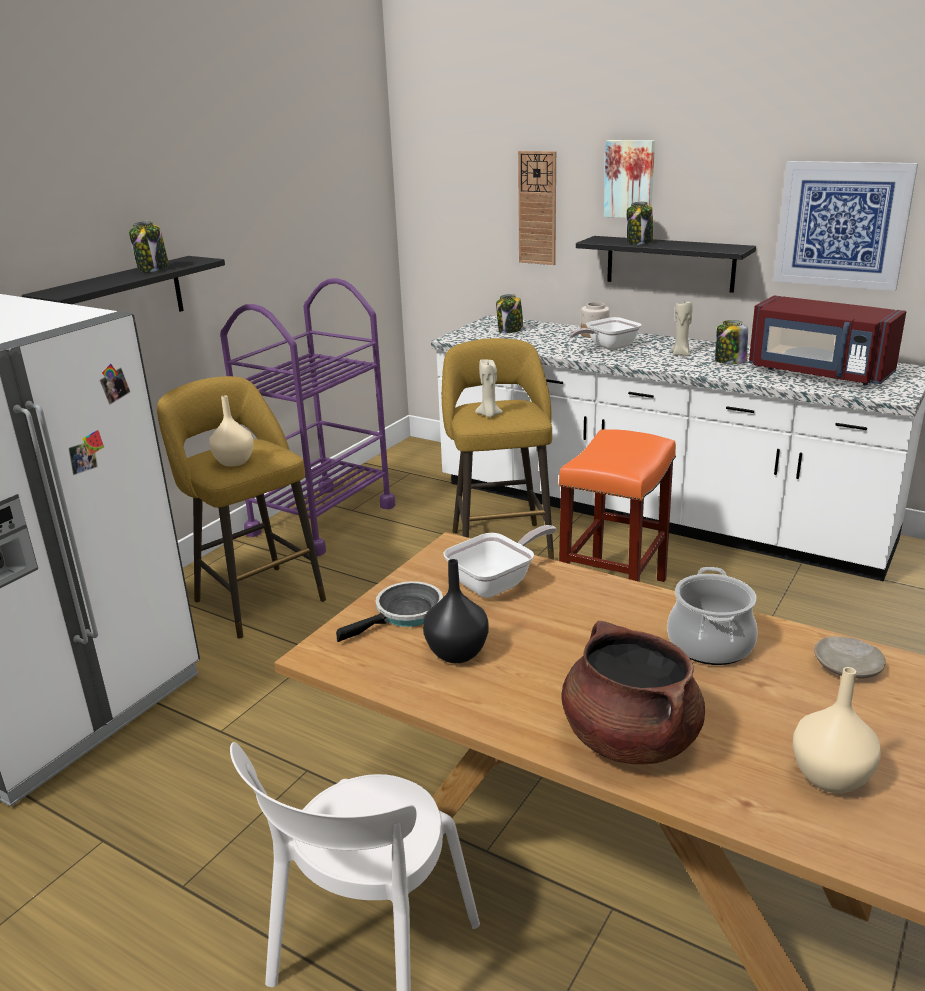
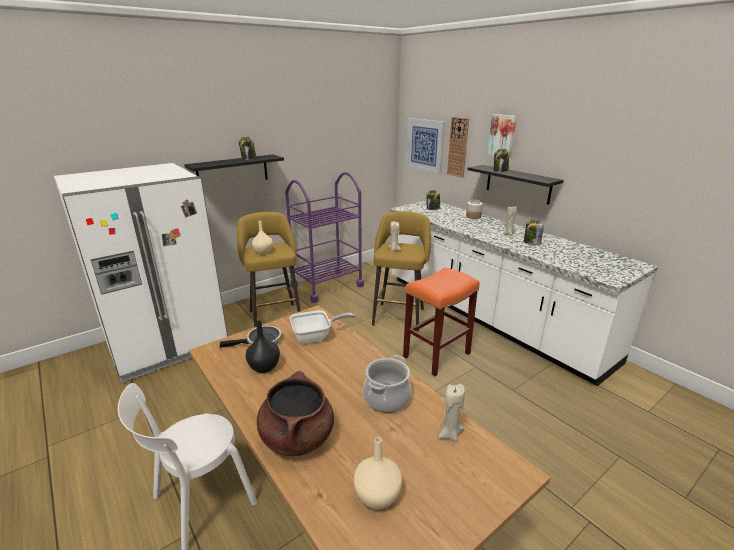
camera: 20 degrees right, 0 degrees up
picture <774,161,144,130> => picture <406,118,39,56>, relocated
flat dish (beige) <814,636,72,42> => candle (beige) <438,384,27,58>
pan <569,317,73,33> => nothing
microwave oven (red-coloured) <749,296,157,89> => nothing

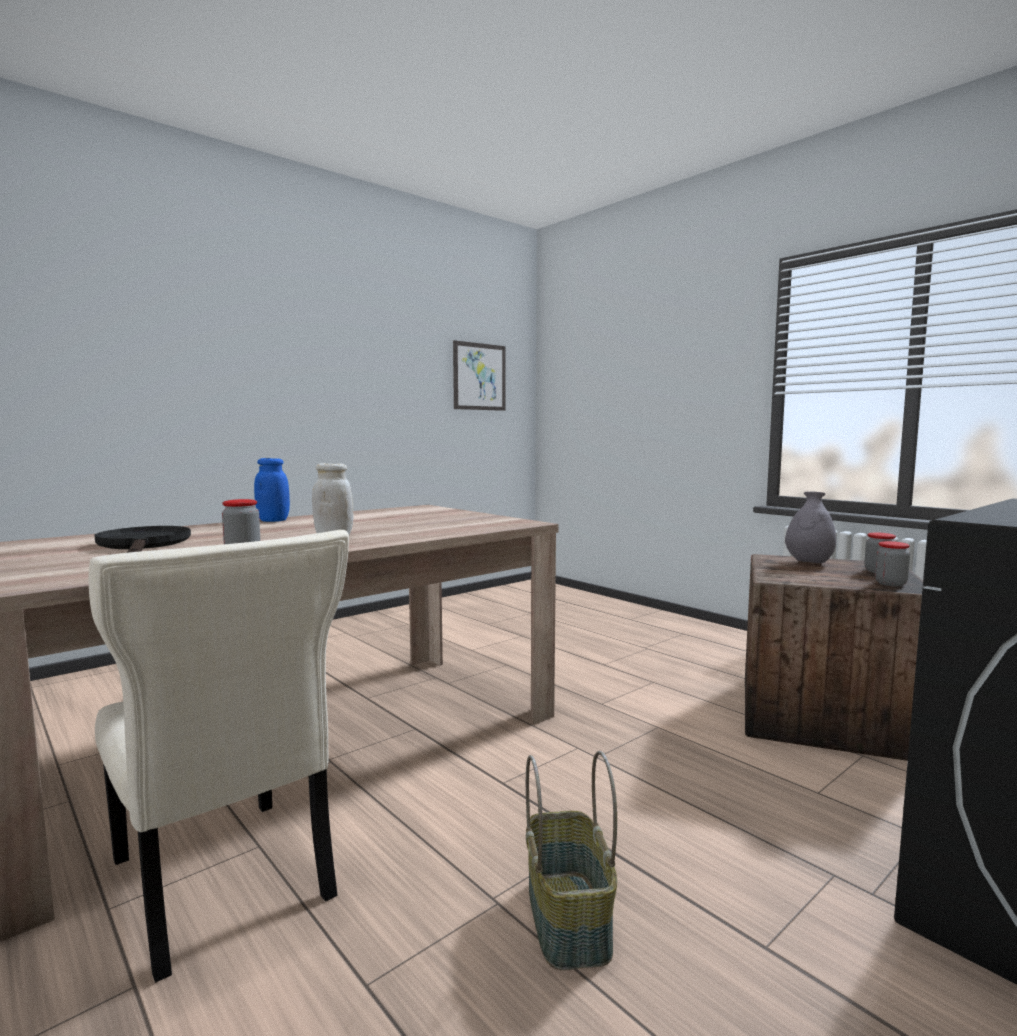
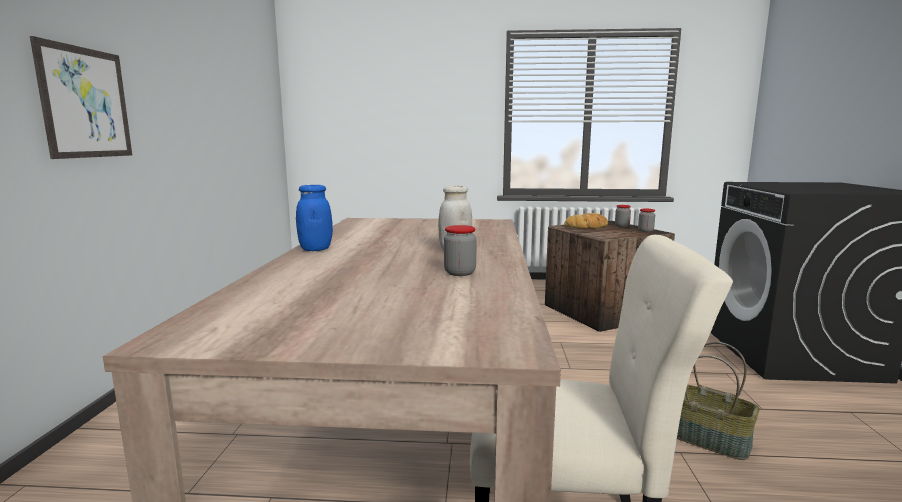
camera: 45 degrees left, 5 degrees up
picture <453,340,53,71> => picture <30,36,102,123>, relocated
vase (greyish) <785,492,51,71> => baked bread <564,213,44,16>
pan (blackish) <94,526,97,27> => nothing

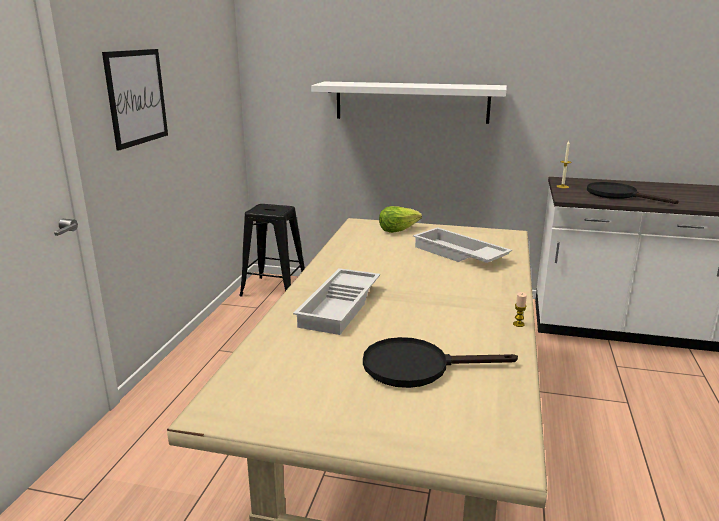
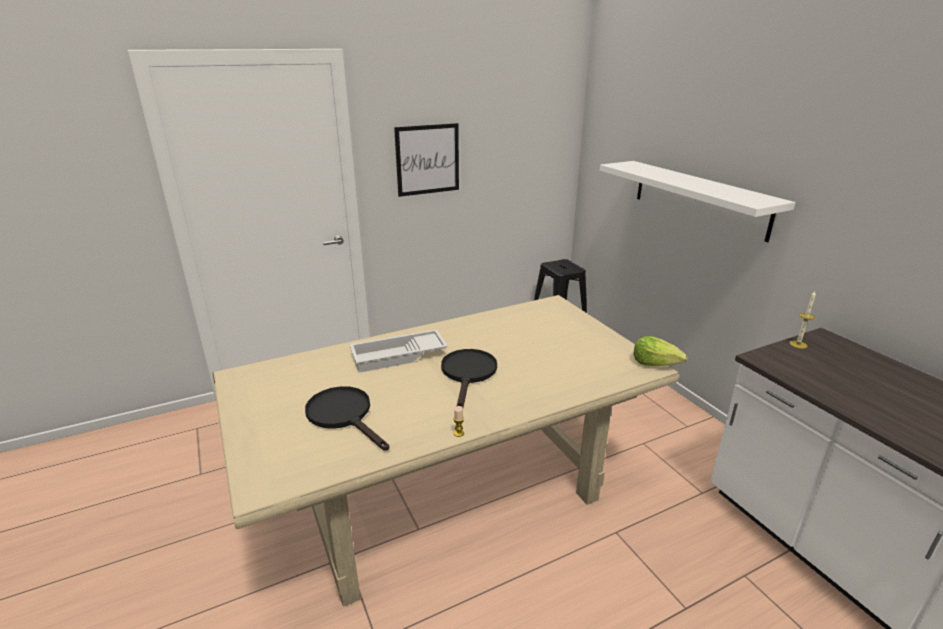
camera: 50 degrees right, 5 degrees up
pan (blackish) <587,182,92,22> => pan (blackish) <441,349,56,58>, relocated
head of lettuce <379,206,43,27> => head of lettuce <634,336,53,30>, relocated
tray (white-coloured) <413,227,99,36> => nothing

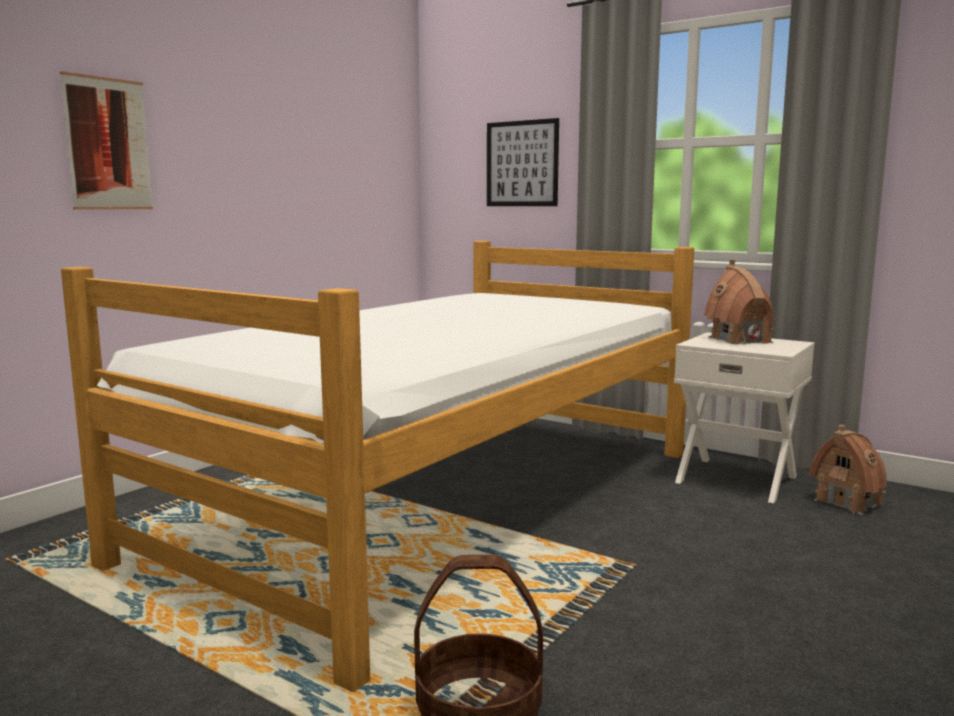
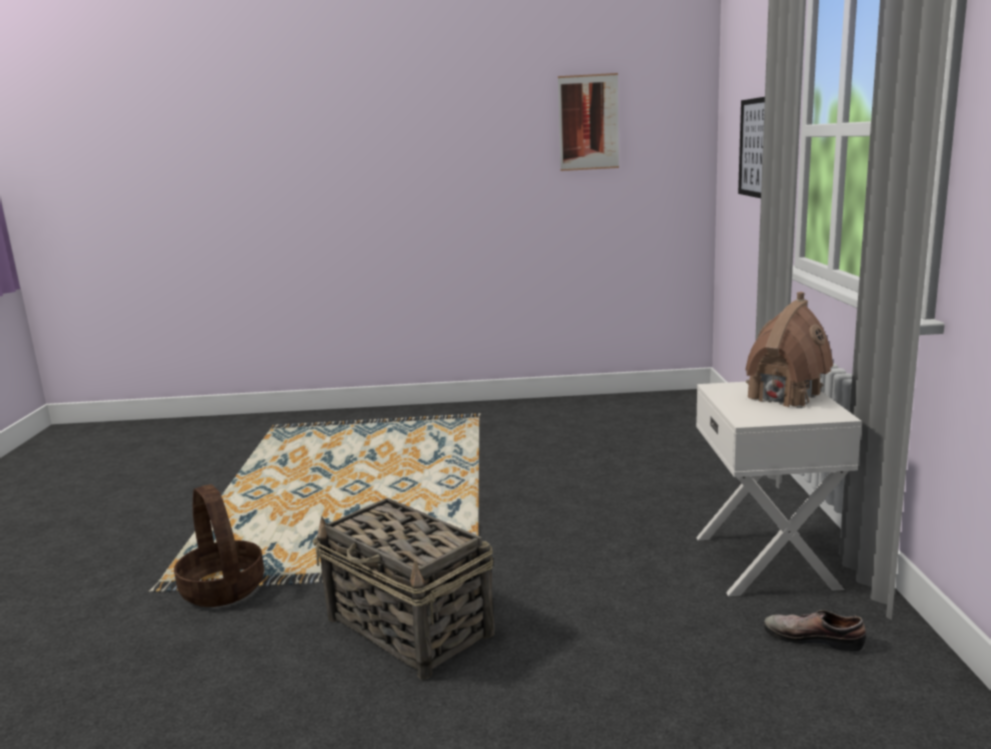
camera: 55 degrees right, 5 degrees up
nothing => storage basket <313,498,182,182>
picture <60,71,93,139> => picture <558,73,61,98>, relocated
toy house <809,425,78,90> => shoe <764,610,102,42>
bedroom bed <61,241,633,451> => nothing

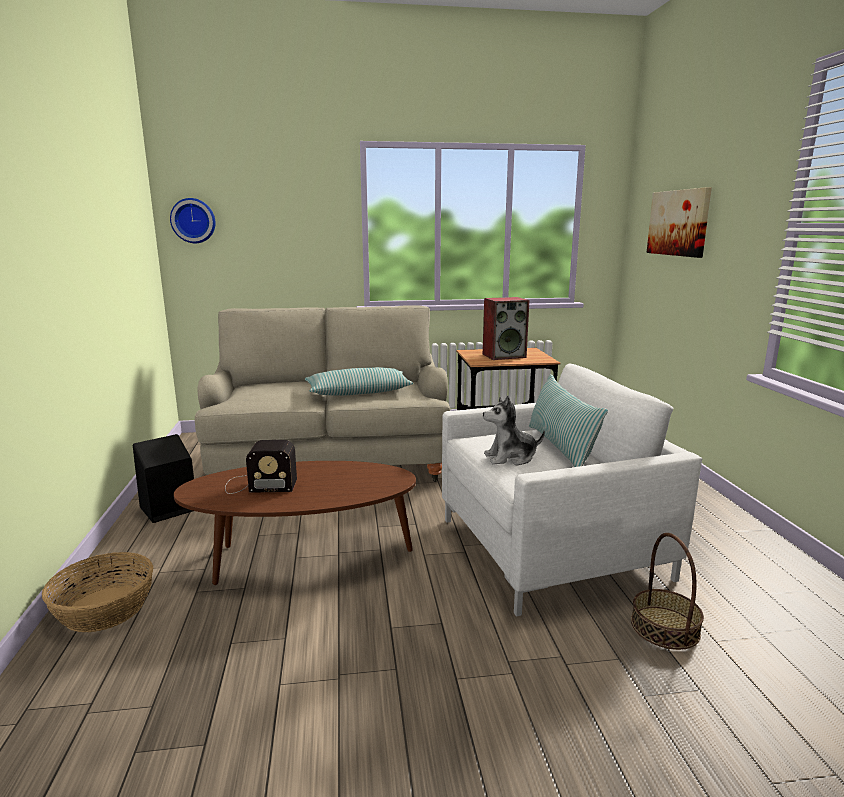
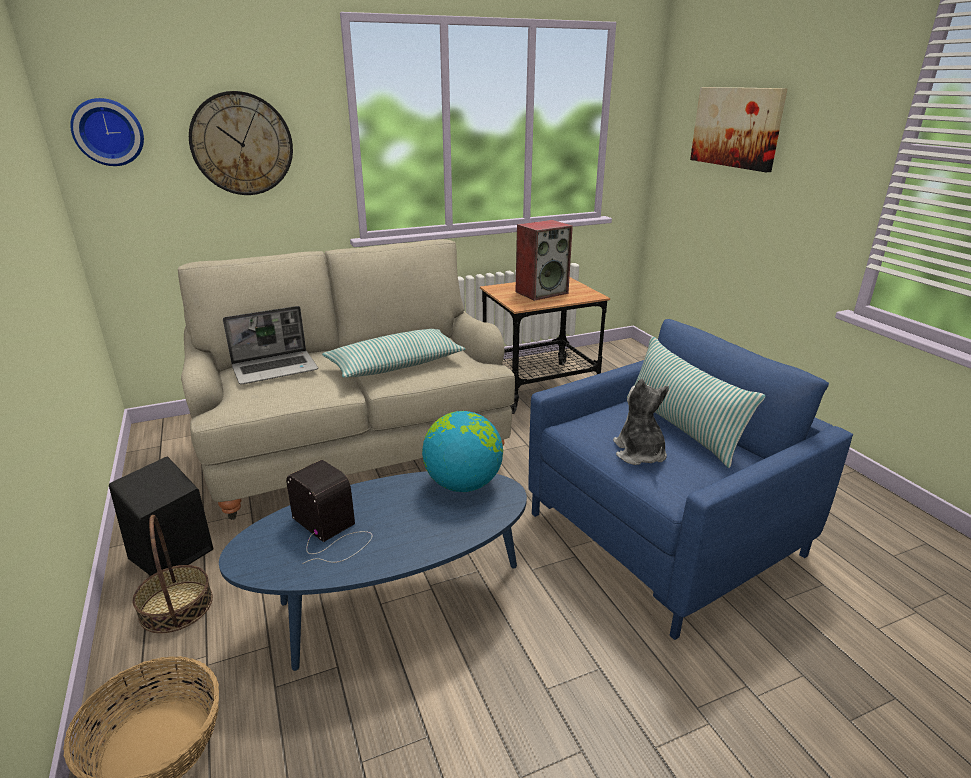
camera: 15 degrees left, 10 degrees up
storage basket <631,533,73,117> => storage basket <133,515,80,118>, relocated
nothing => clock on the wall <189,91,104,104>
low table (brown-coloured) <174,461,242,124> => low table (bluish) <219,471,308,200>
nothing => portable computer <223,306,95,78>
radio receiver <225,440,72,54> => radio receiver <286,460,87,104>, 120 degrees counterclockwise
nothing => world globe <422,411,81,81>
armchair (white-coloured) <442,364,261,253> => armchair (bluish) <529,319,324,321>
cuddly toy <483,395,62,71> => cuddly toy <613,378,56,87>, 105 degrees clockwise

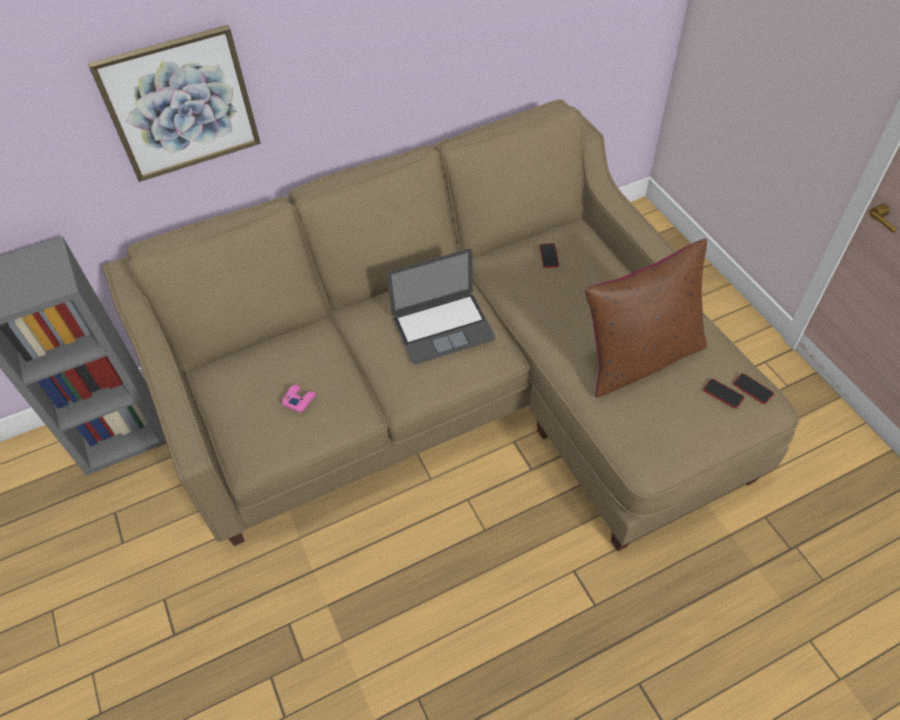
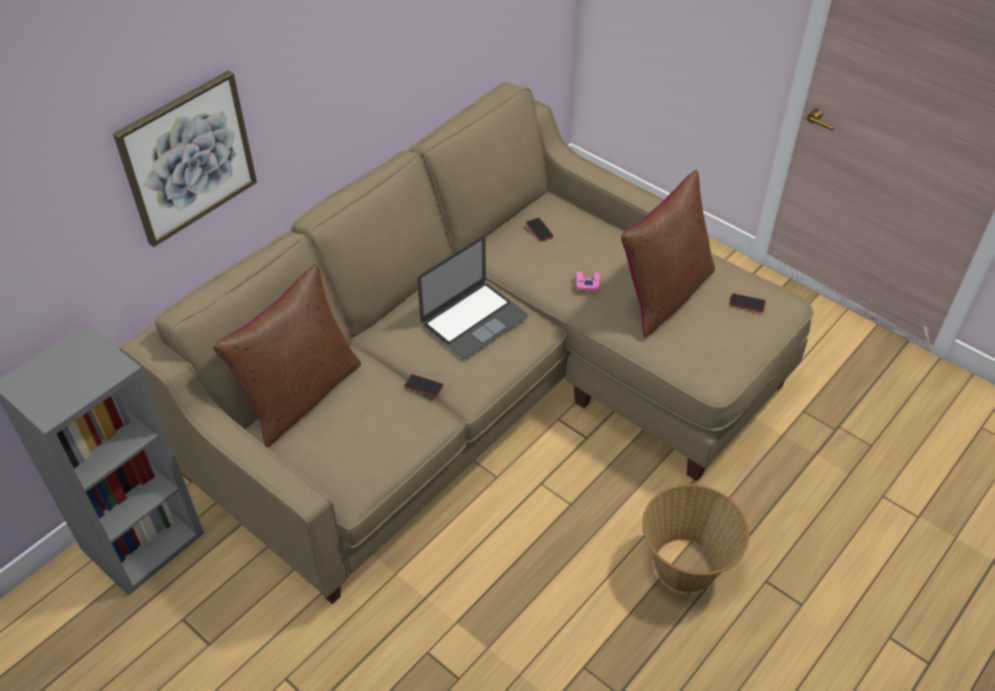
camera: 25 degrees left, 5 degrees down
nothing => cushion (brown-coloured) <213,264,148,184>
telephone <733,373,41,31> => telephone <404,374,39,23>, relocated
gamepad (pinkish) <282,385,34,28> => gamepad (pinkish) <576,272,25,19>, relocated
nothing => storage basket <642,484,107,109>

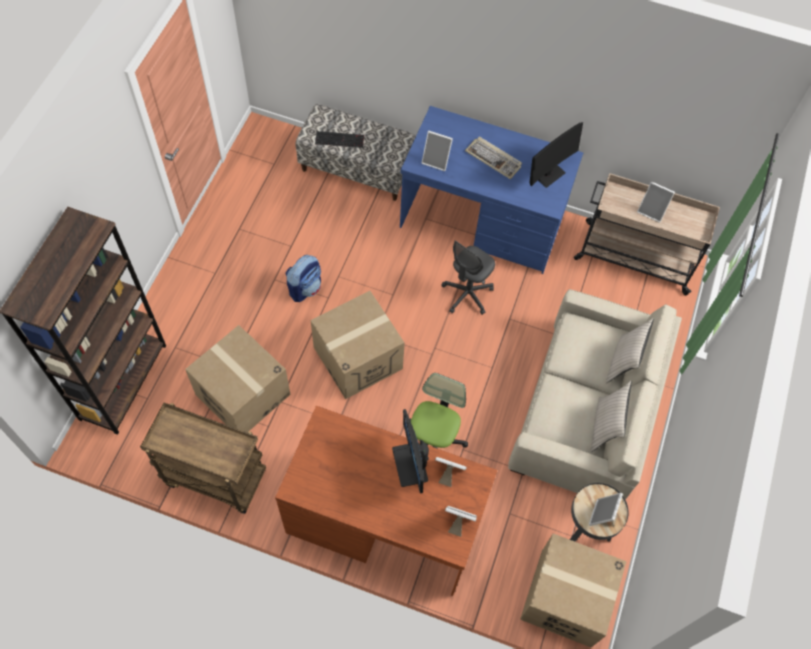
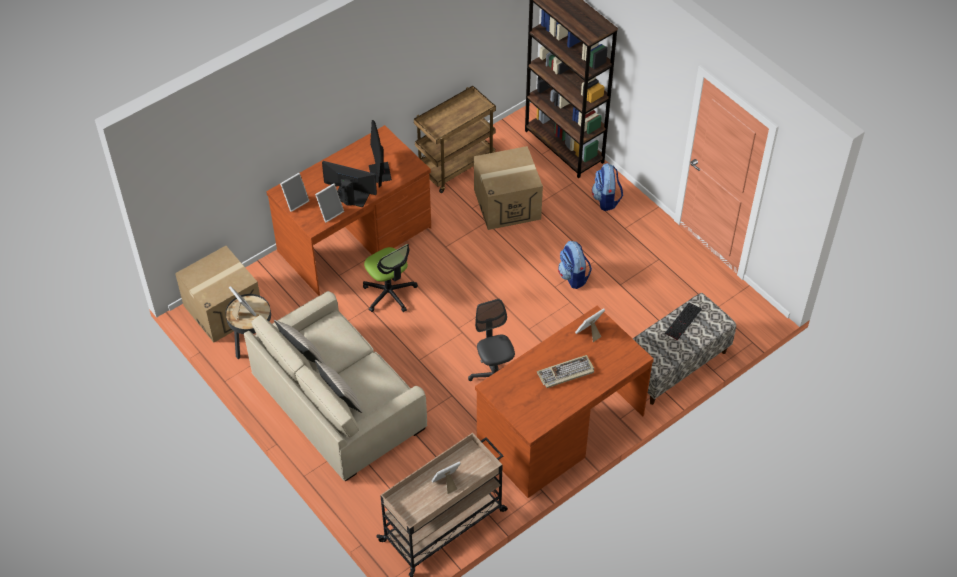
camera: 125 degrees right, 10 degrees down
computer screen <530,122,53,66> => computer screen <369,120,23,67>, relocated
desk table (bluish) <400,106,183,168> => desk table (brown-coloured) <475,306,179,192>
nothing => knapsack <592,163,31,48>
carton <311,291,94,108> => nothing

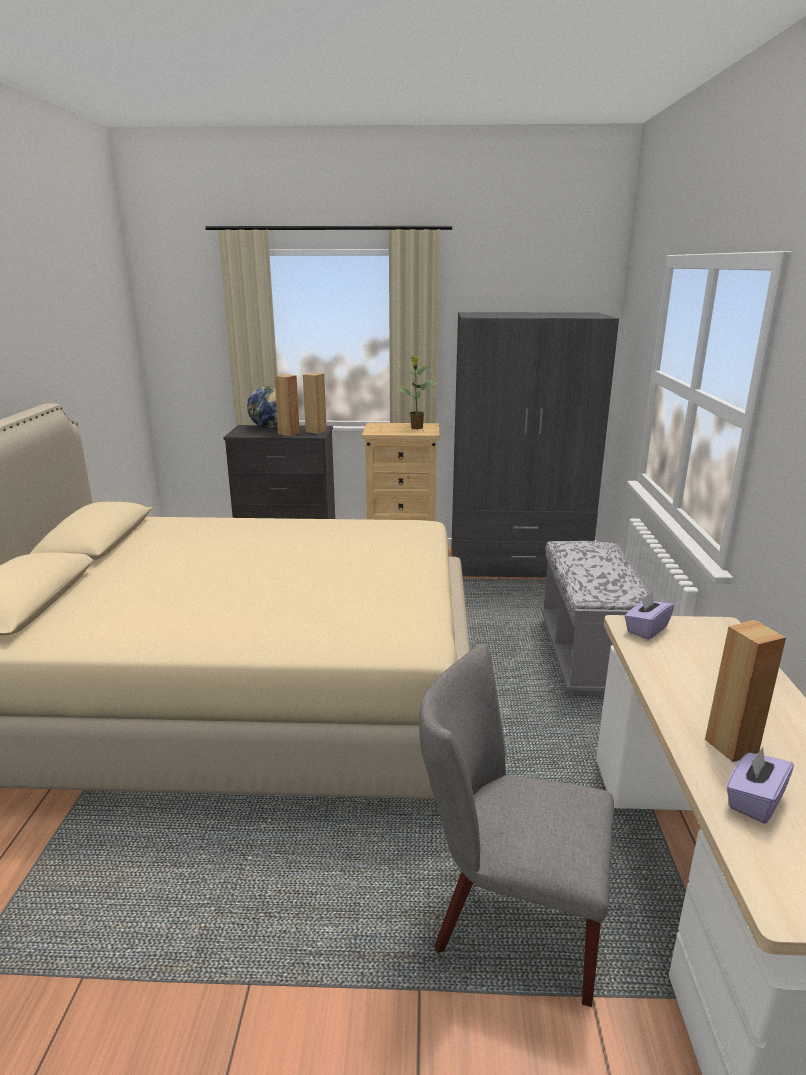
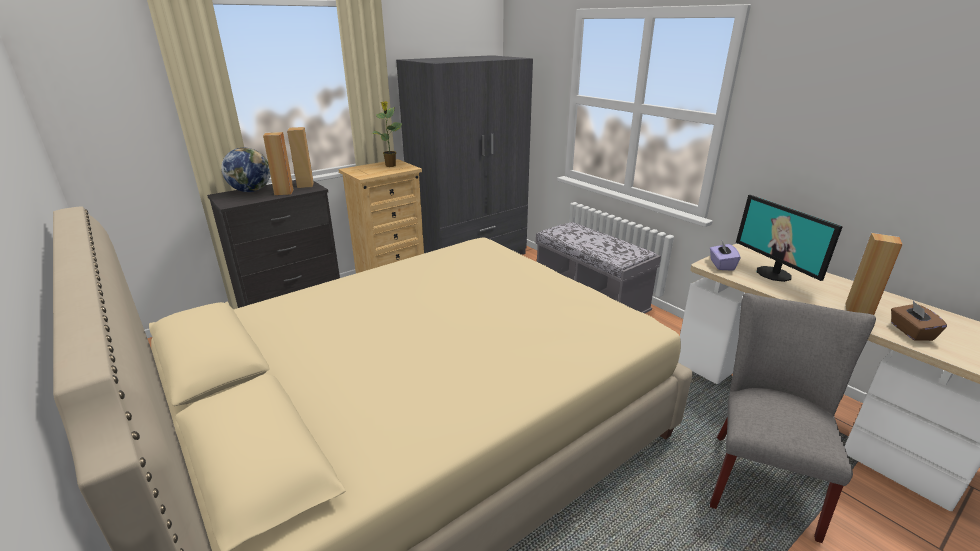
camera: 40 degrees left, 5 degrees up
upright chair (greyish) <419,643,195,364> => upright chair (greyish) <710,293,166,250>, 135 degrees clockwise
nothing => computer screen <736,195,107,87>
tissue box (purple) <726,747,68,77> => tissue box (brown-coloured) <891,301,56,40>

